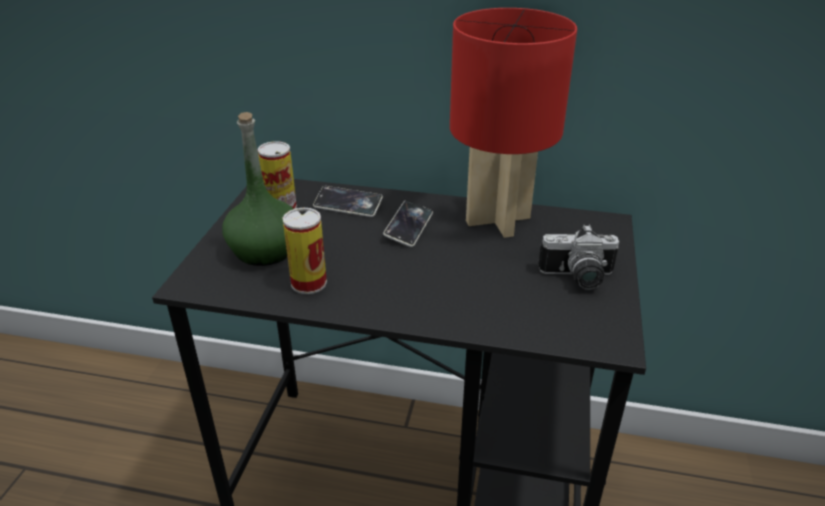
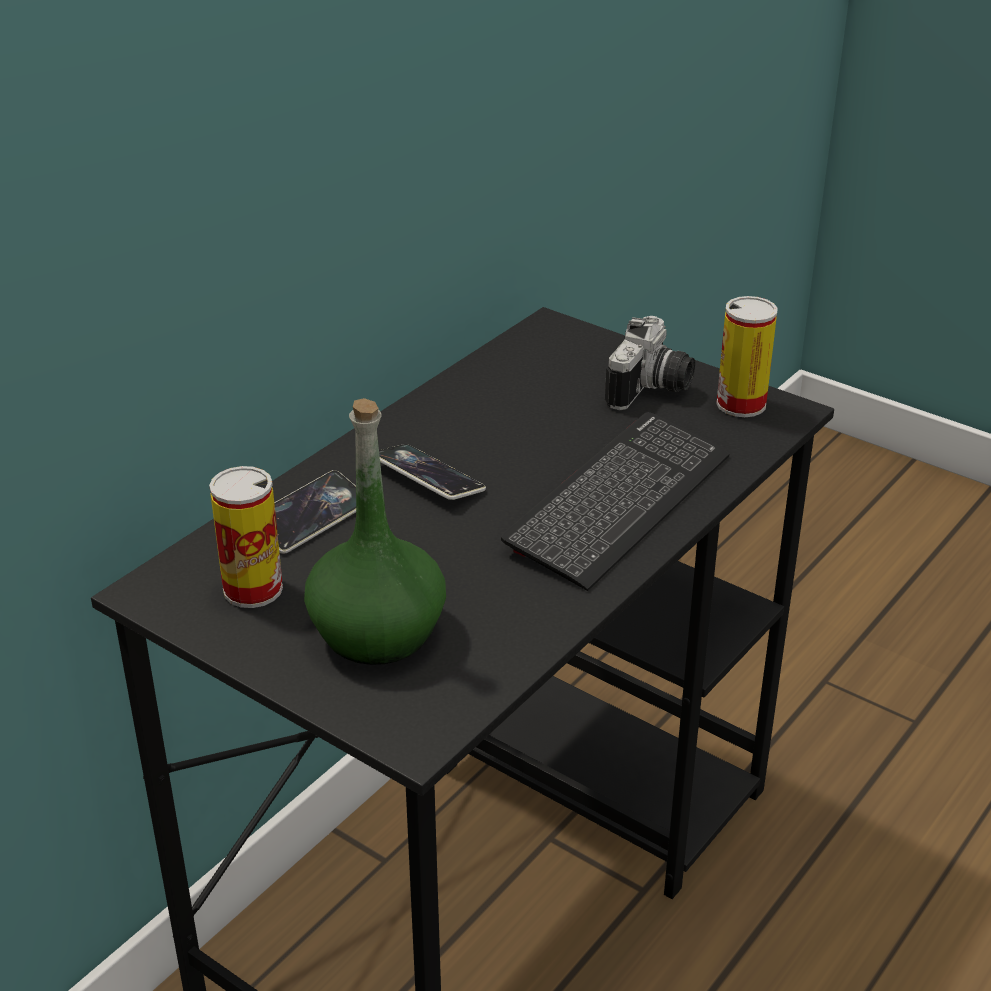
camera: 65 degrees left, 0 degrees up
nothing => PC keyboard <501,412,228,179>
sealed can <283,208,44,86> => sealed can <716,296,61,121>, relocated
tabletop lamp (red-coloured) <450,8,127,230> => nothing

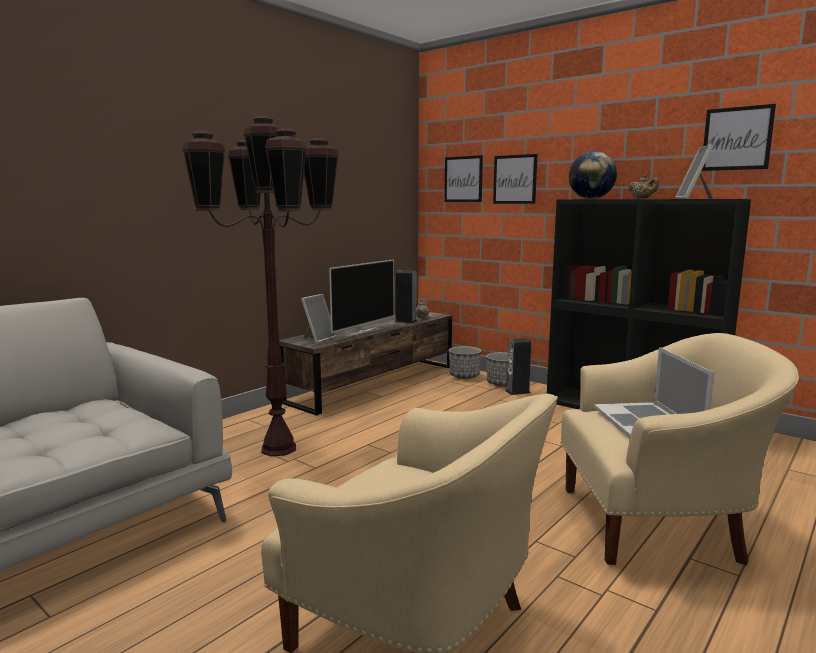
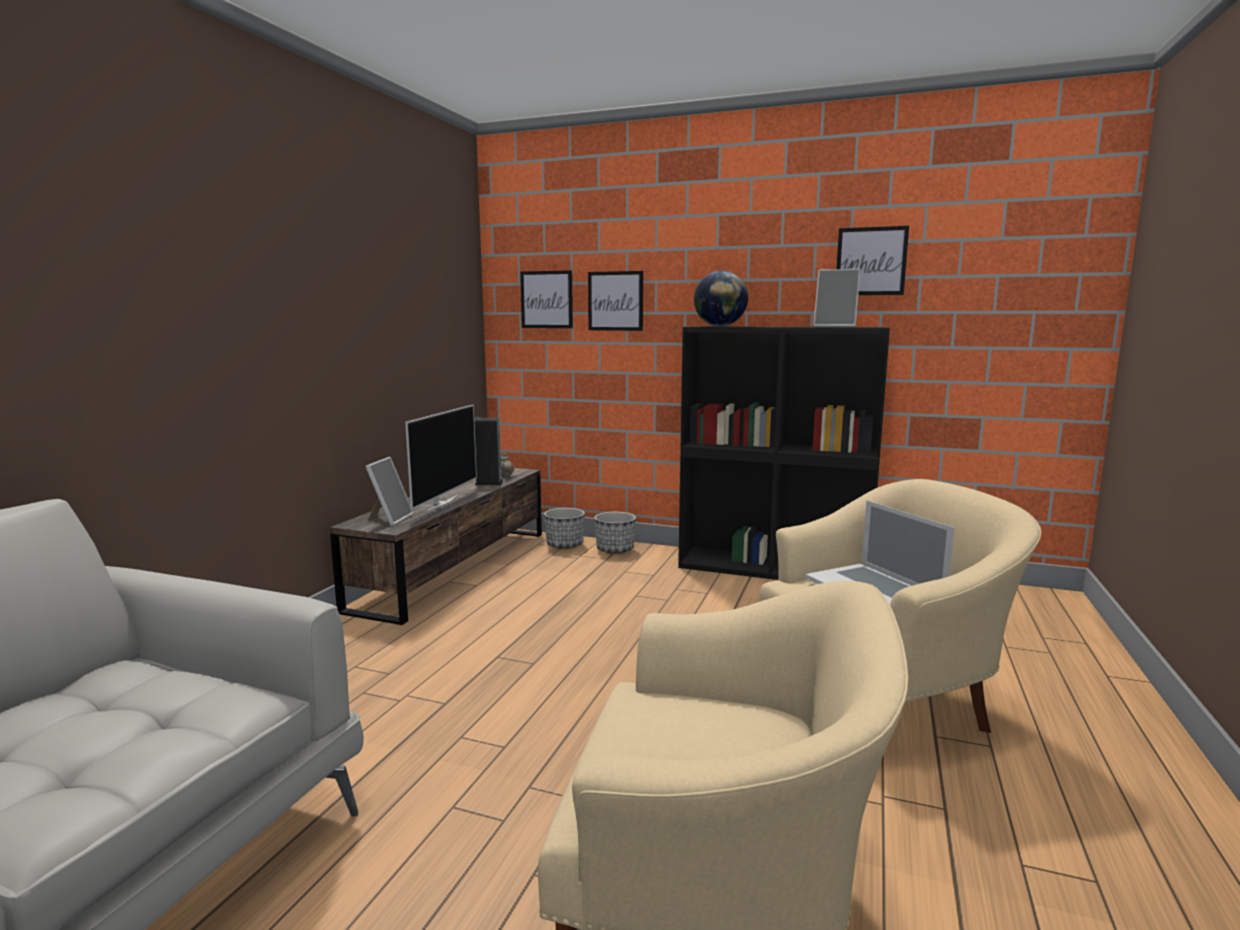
camera: 20 degrees left, 0 degrees up
standing frame <675,144,39,55> => standing frame <813,269,48,58>, 60 degrees counterclockwise
floor lamp (brown-coloured) <182,116,157,340> => nothing
speaker <505,338,26,57> => nothing
tea pot (beige) <628,175,31,24> => nothing

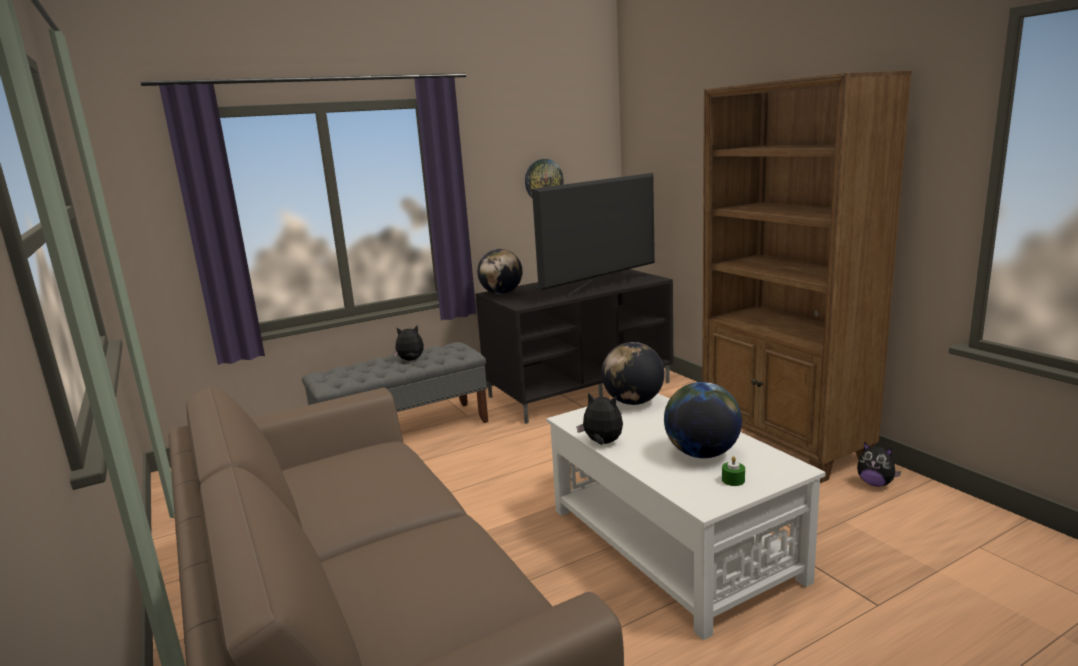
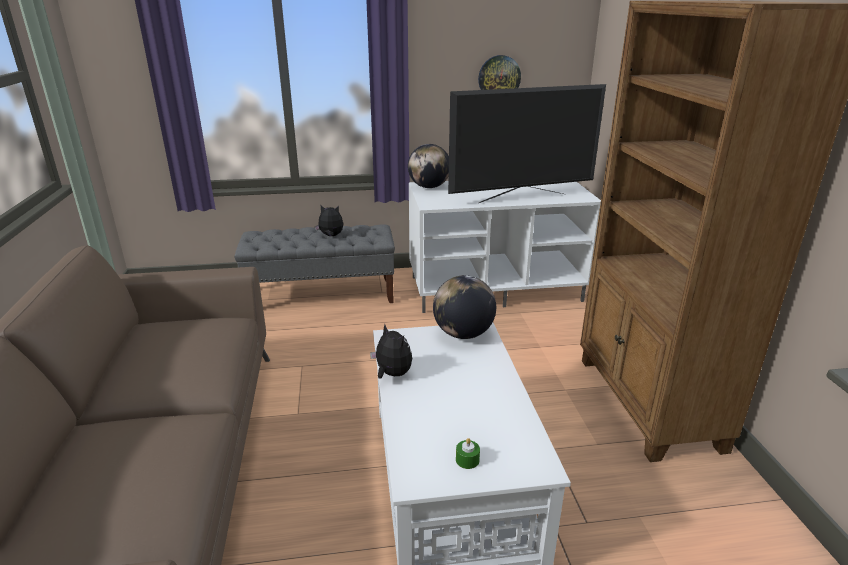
camera: 20 degrees right, 10 degrees up
tv stand (blackish) <475,269,198,155> => tv stand (white-coloured) <409,181,192,132>
world globe <664,382,78,76> => nothing
cuddly toy <857,442,44,45> => nothing

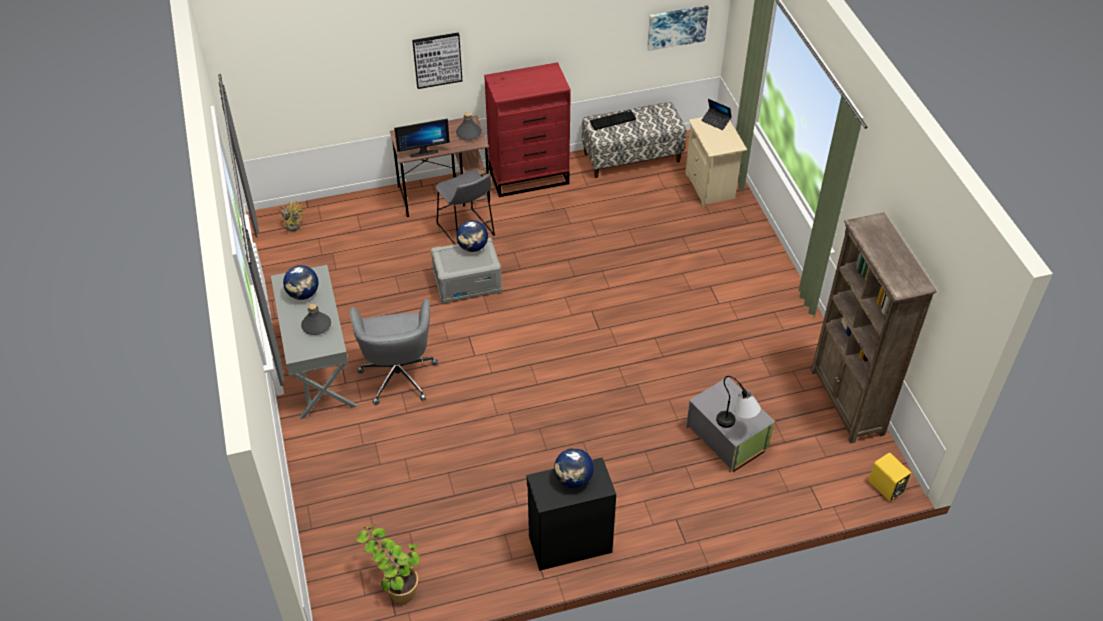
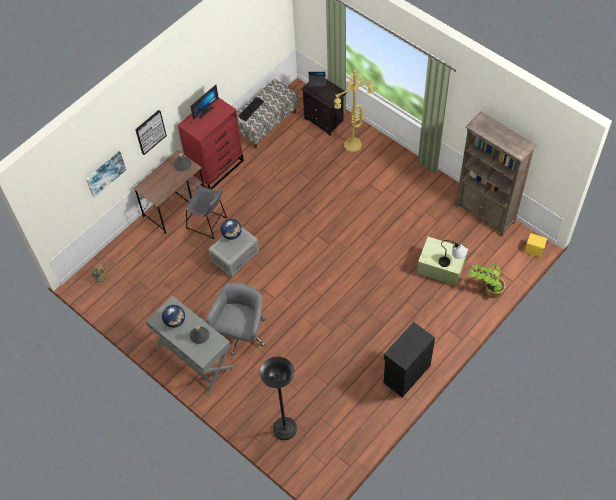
camera: 30 degrees left, 10 degrees up
picture <647,5,62,46> => picture <86,152,40,45>, relocated
computer screen <394,118,56,39> => computer screen <190,85,29,35>, relocated
office chair (greyish) <349,299,89,106> => office chair (greyish) <206,282,60,73>, 120 degrees counterclockwise
nothing => floor lamp (blackish) <260,357,37,83>
night table (beige) <685,117,62,91> => night table (blackish) <301,79,46,57>
nothing => floor lamp (yellowish) <334,69,40,83>
storage bin (greyish) <686,377,89,95> => storage bin (green) <417,236,51,51>
houseplant <356,524,64,80> => houseplant <468,263,37,35>, relocated
world globe <554,448,40,40> => nothing

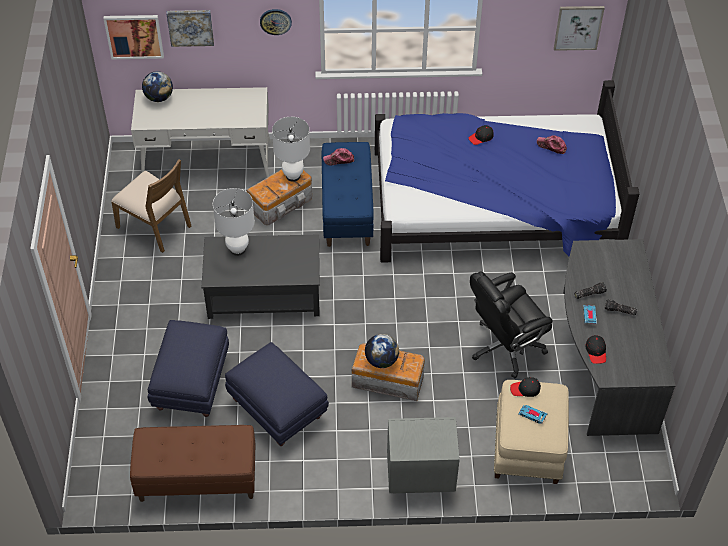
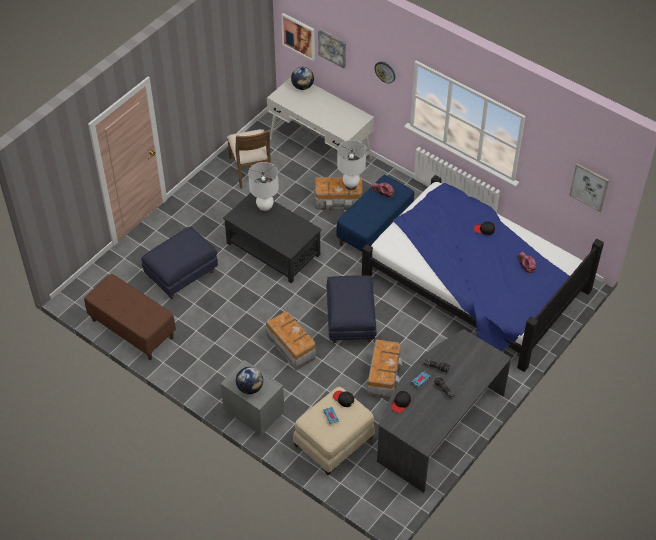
camera: 40 degrees right, 0 degrees up
world globe <365,334,34,34> => world globe <236,367,27,27>, relocated
pouffe (bluish) <225,342,104,104> => pouffe (bluish) <326,275,51,68>, relocated
office chair (blackish) <470,271,83,108> => storage bin <367,339,36,60>

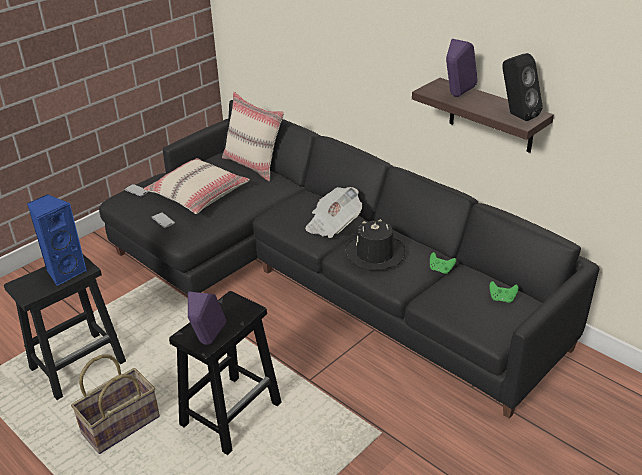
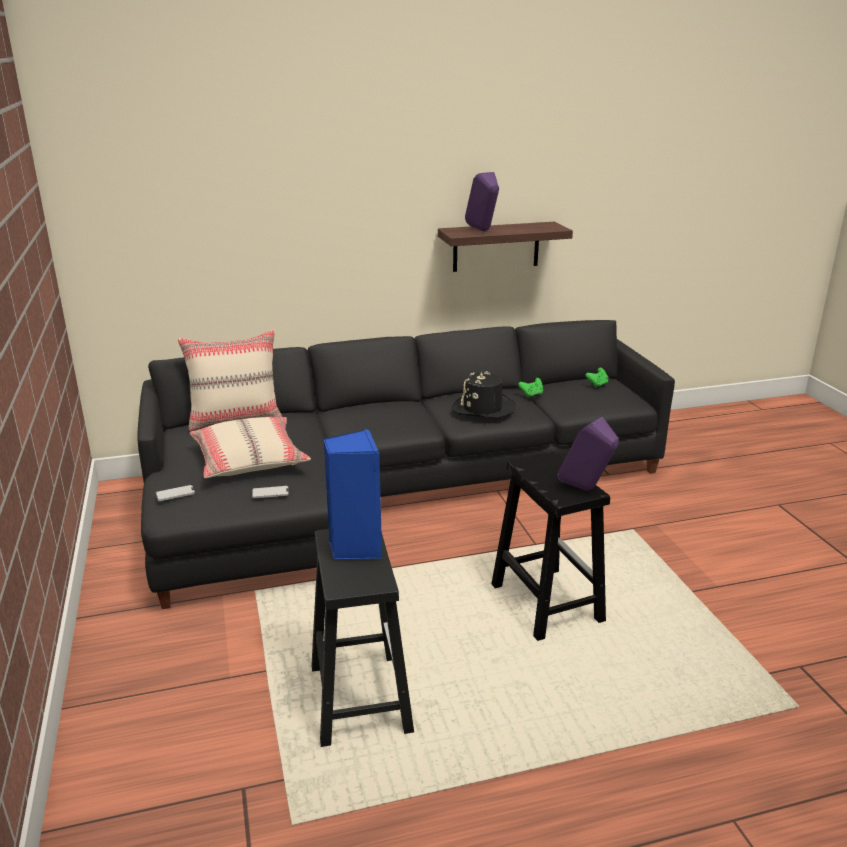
camera: 60 degrees left, 10 degrees down
storage basket <71,355,89,99> => nothing
printed paper <305,187,57,51> => nothing
speaker (blackish) <502,53,41,68> => nothing

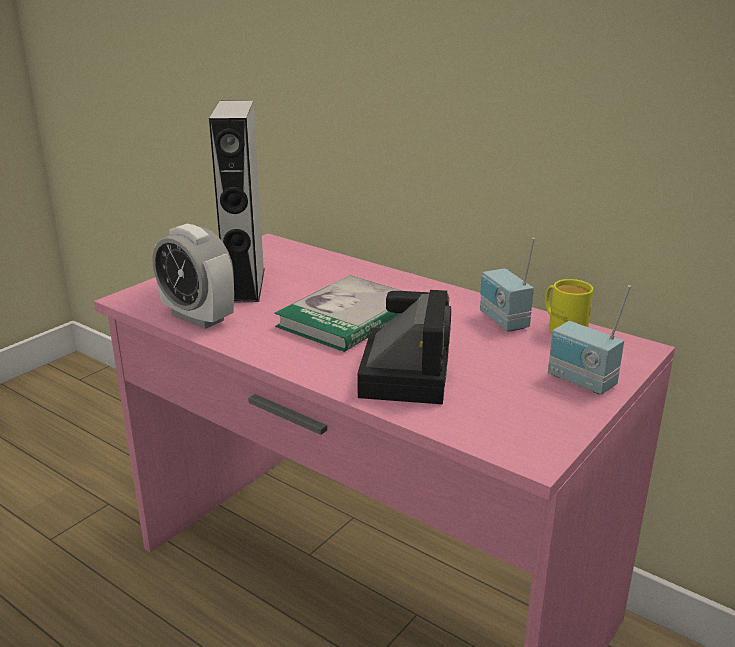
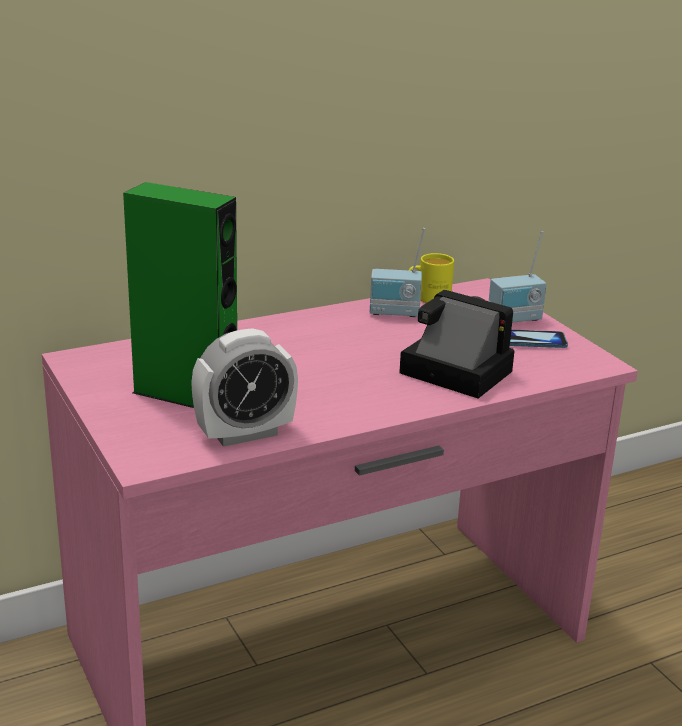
camera: 65 degrees left, 0 degrees up
speaker (greyish) <209,100,56,203> => speaker (green) <123,182,114,226>
nothing => telephone <510,330,58,18>
bound book <274,276,127,76> => nothing

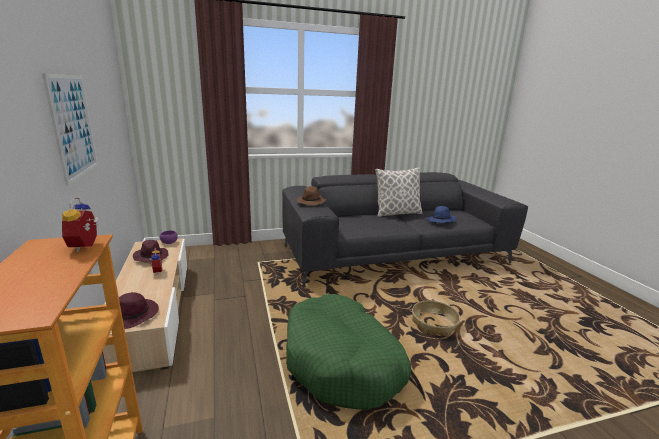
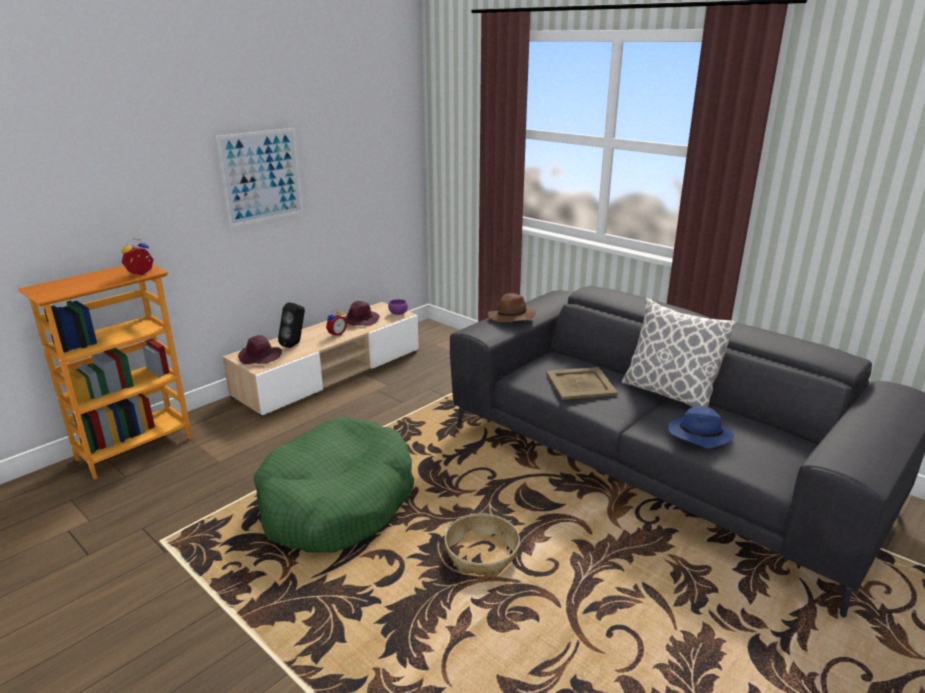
camera: 60 degrees right, 5 degrees up
nothing => speaker (blackish) <278,303,27,45>
nothing => tray (beige) <546,367,72,33>

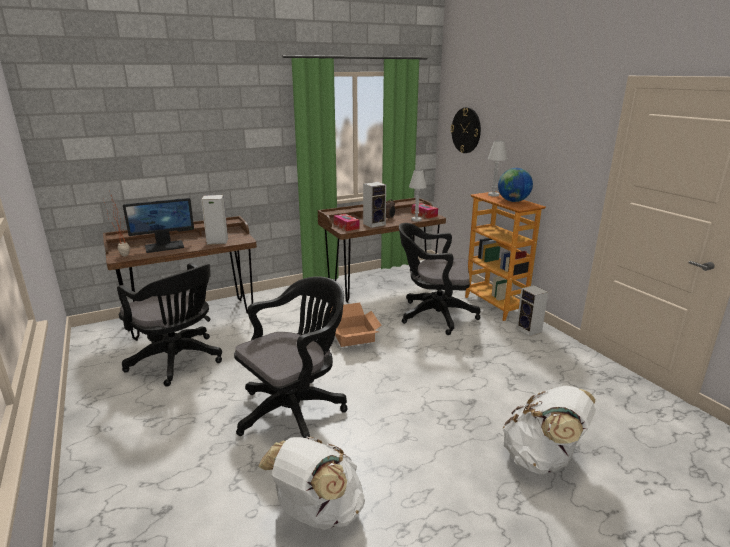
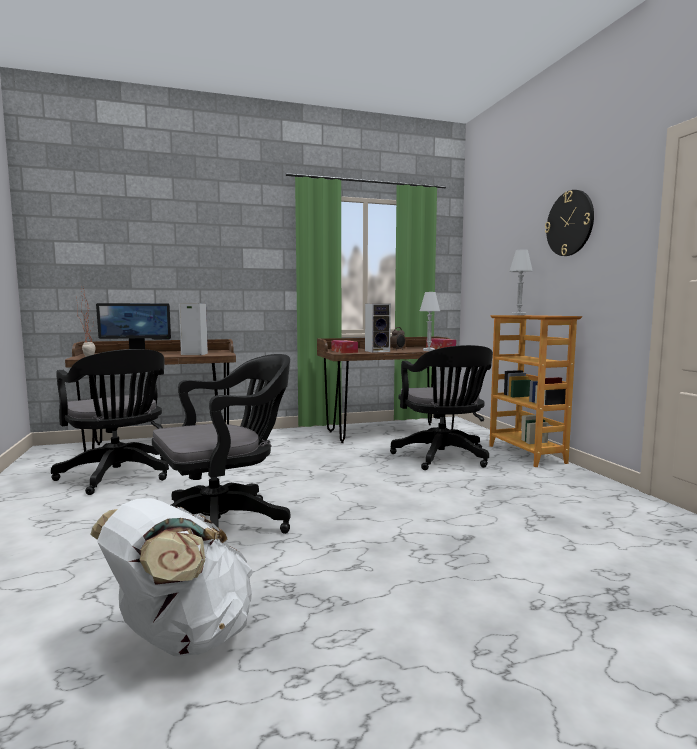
camera: 10 degrees right, 15 degrees down
office chair (blackish) <399,223,82,112> => office chair (blackish) <390,345,103,125>, 120 degrees counterclockwise
clock on the wall <450,107,31,46> => clock on the wall <545,190,49,66>, relocated
carton <331,303,51,44> => nothing
world globe <498,168,35,34> => nothing
knapsack (white-coloured) <503,386,93,89> => nothing
speaker <516,285,32,52> => nothing

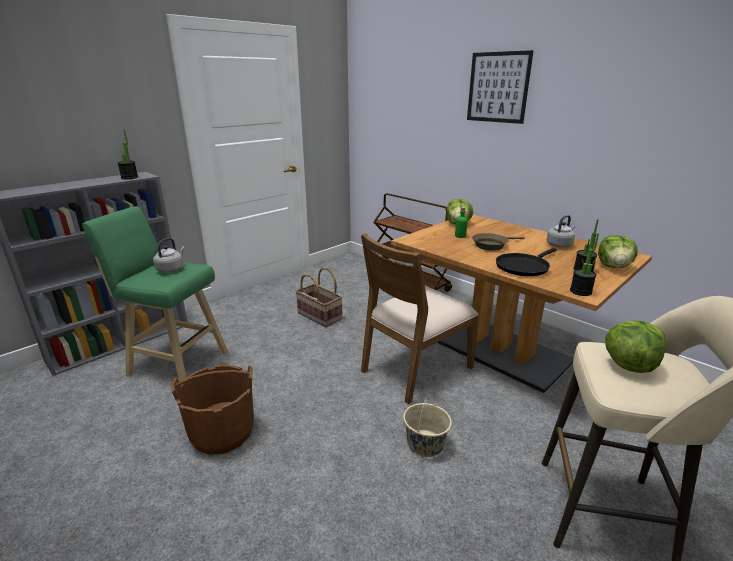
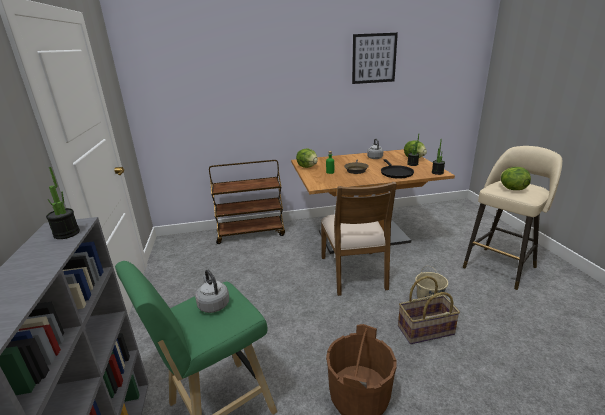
camera: 55 degrees left, 0 degrees up
picture <467,50,67,74> => picture <352,33,46,51>, relocated
storage basket <295,267,48,60> => storage basket <398,276,62,68>, relocated

